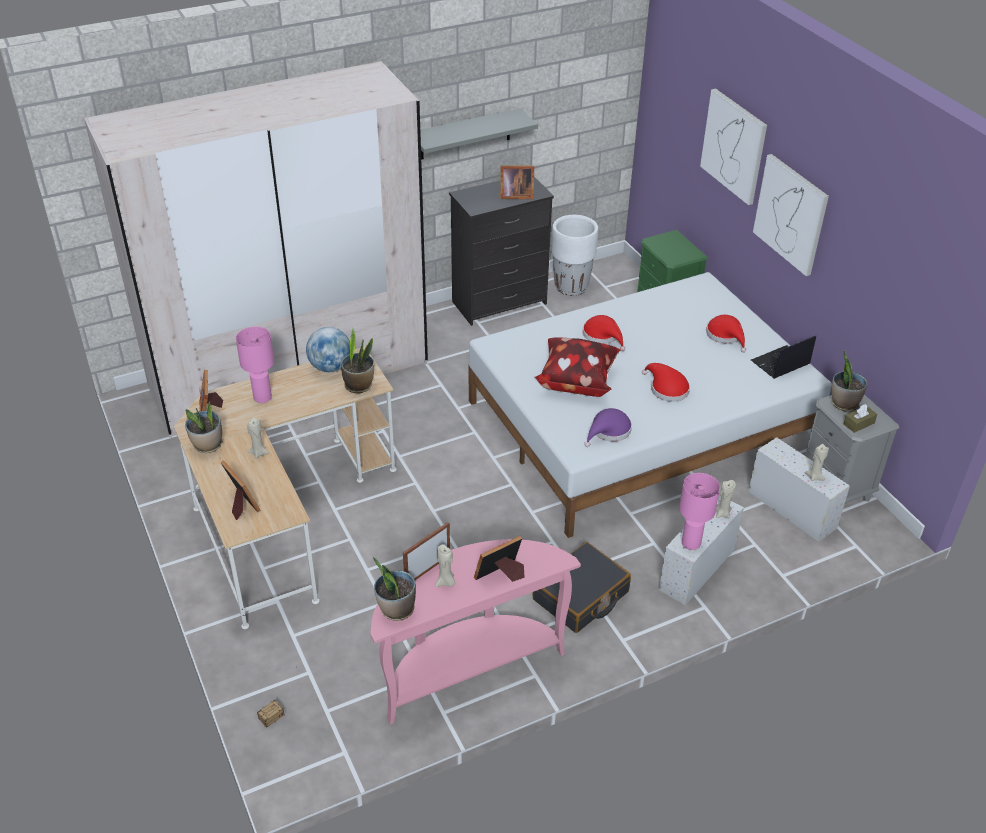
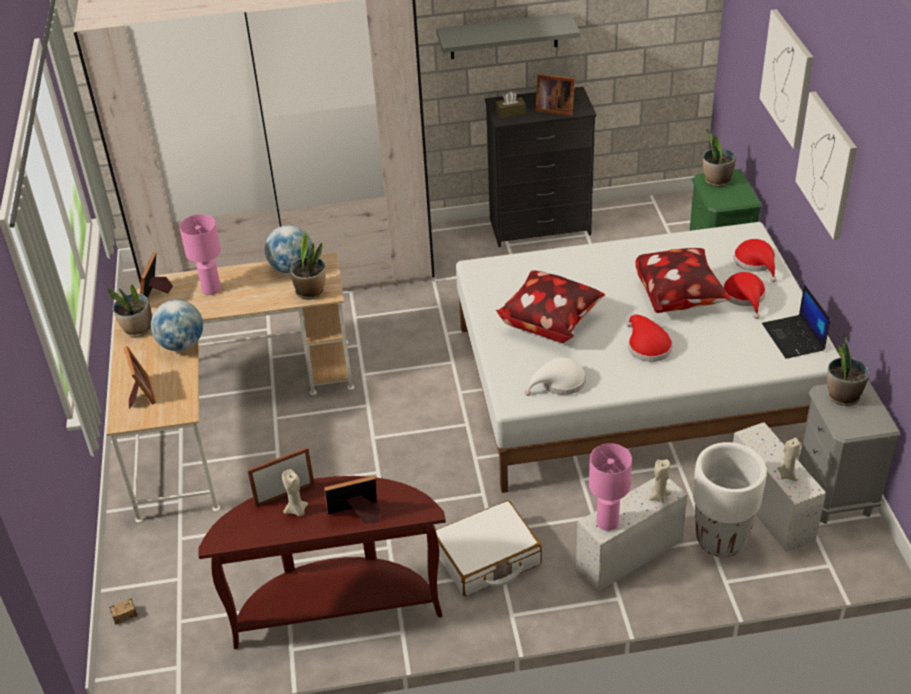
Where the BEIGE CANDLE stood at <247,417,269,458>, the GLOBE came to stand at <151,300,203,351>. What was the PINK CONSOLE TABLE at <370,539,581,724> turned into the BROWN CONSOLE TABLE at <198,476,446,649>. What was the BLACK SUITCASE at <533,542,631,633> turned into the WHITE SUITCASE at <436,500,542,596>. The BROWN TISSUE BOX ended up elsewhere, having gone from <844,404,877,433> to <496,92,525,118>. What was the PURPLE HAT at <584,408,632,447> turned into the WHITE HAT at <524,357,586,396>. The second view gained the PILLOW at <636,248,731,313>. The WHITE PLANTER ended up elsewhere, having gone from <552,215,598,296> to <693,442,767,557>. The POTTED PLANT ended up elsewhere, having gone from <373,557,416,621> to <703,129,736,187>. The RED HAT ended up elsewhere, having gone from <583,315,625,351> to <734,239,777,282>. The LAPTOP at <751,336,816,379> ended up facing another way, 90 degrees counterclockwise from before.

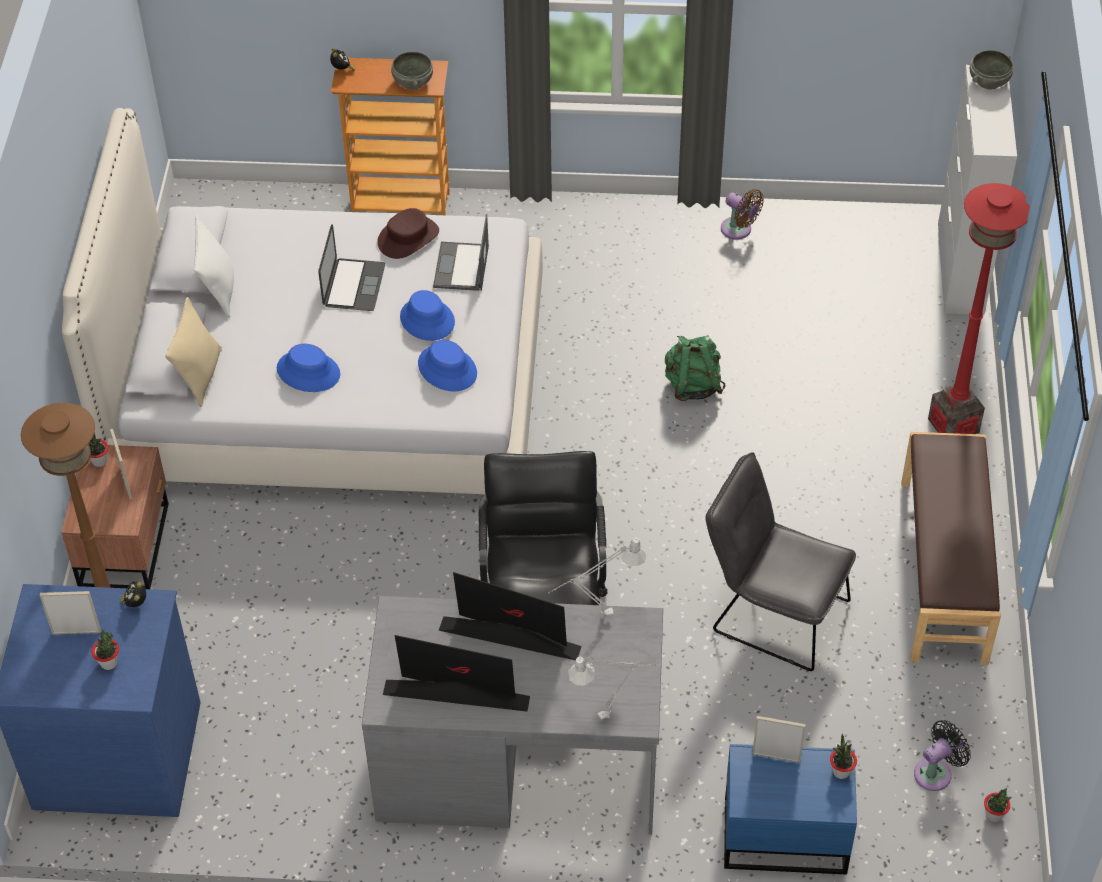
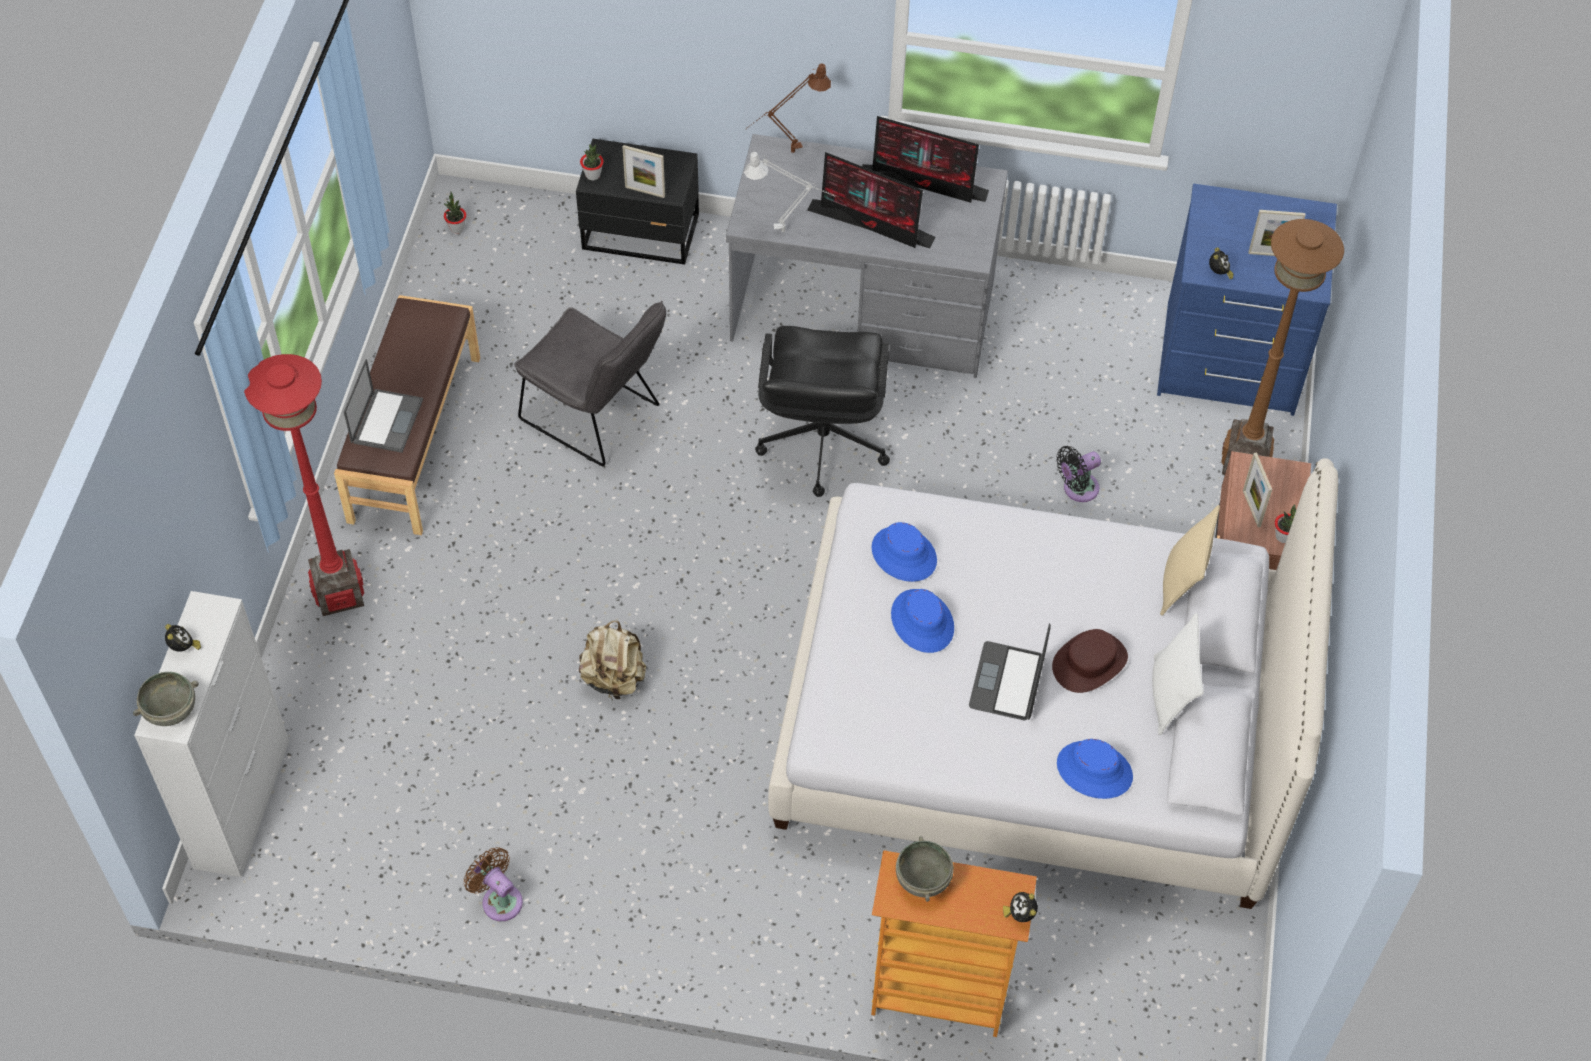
The second view gained the ALARM CLOCK at <165,624,201,652>. The LAPTOP ended up elsewhere, having gone from <433,214,489,291> to <344,359,423,453>. What was the BLUE NIGHTSTAND at <724,744,857,875> turned into the BLACK NIGHTSTAND at <576,139,699,265>. What was the GREEN BACKPACK at <665,335,726,401> turned into the BEIGE BACKPACK at <579,621,646,700>. What was the GREY TABLE LAMP at <568,656,660,720> turned into the BROWN TABLE LAMP at <746,64,831,153>. The BROWN HAT ended up elsewhere, having gone from <377,208,439,259> to <1052,629,1128,693>. The BLACK FAN ended up elsewhere, having gone from <914,720,971,791> to <1056,446,1101,502>. The BLUE HAT ended up elsewhere, having gone from <277,344,340,392> to <1057,739,1133,799>. The second view lost the POTTED PLANT at <91,629,119,670>.

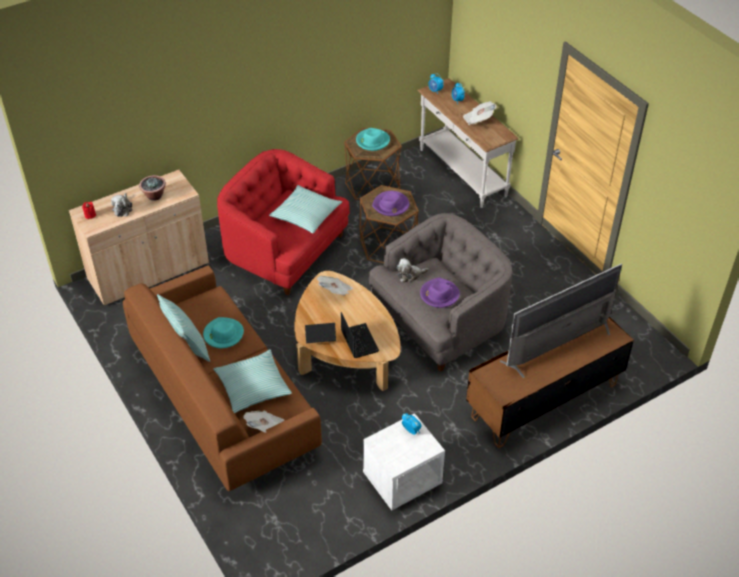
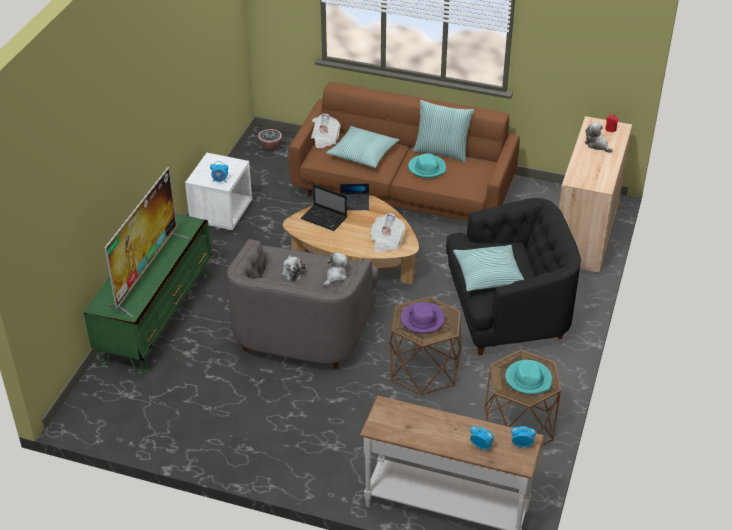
What was the BROWN TV STAND at <466,317,634,448> turned into the GREEN TV STAND at <84,213,212,374>. The POTTED PLANT ended up elsewhere, having gone from <139,175,166,201> to <258,129,282,151>. Where the PURPLE HAT stood at <420,278,460,308>, the PLUSH TOY came to stand at <281,255,305,281>. The LAPTOP at <305,323,336,343> ended up facing another way, 45 degrees clockwise from before. What was the RED ARMCHAIR at <217,149,350,295> turned into the BLACK ARMCHAIR at <446,198,581,355>. The second view lost the NEWSPAPER at <463,101,496,125>.

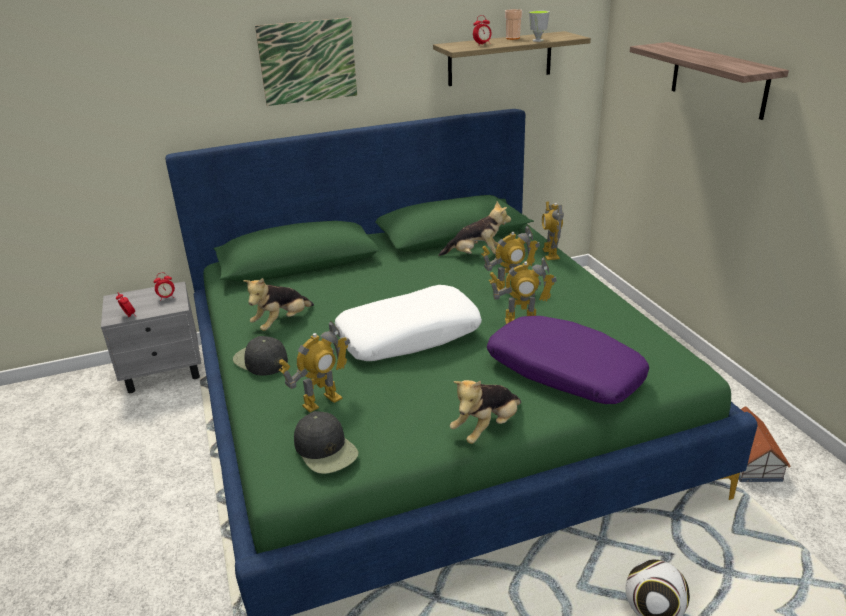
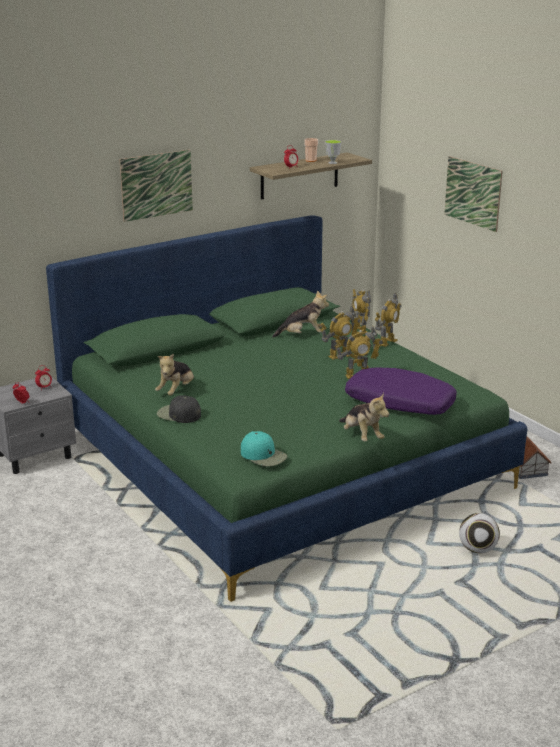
What was the BLACK CAP at <294,411,359,474> turned into the TURQUOISE CAP at <241,431,287,466>. The PLUSH TOY at <450,380,521,444> ended up facing another way, 60 degrees counterclockwise from before. The TOY ROBOT ended up elsewhere, having gone from <279,321,350,412> to <375,293,402,347>. Where the SHELF hung at <630,42,789,120>, the PICTURE came to hang at <444,156,503,232>. The second view lost the WHITE PILLOW at <335,285,482,361>.

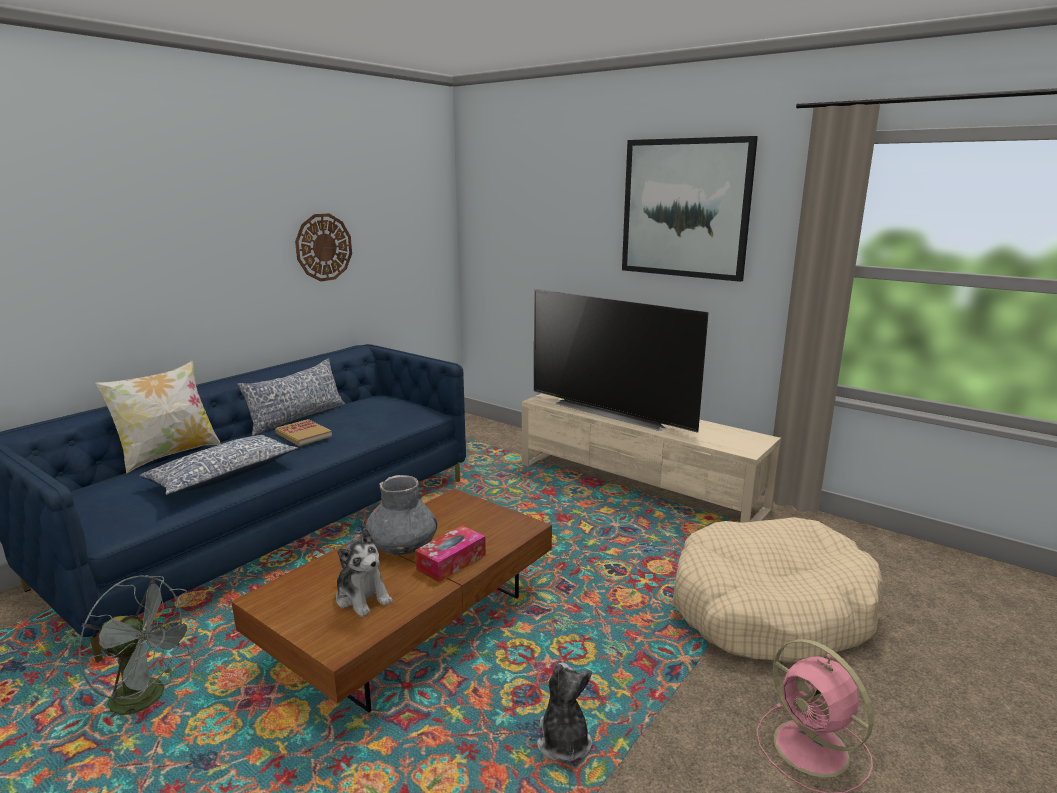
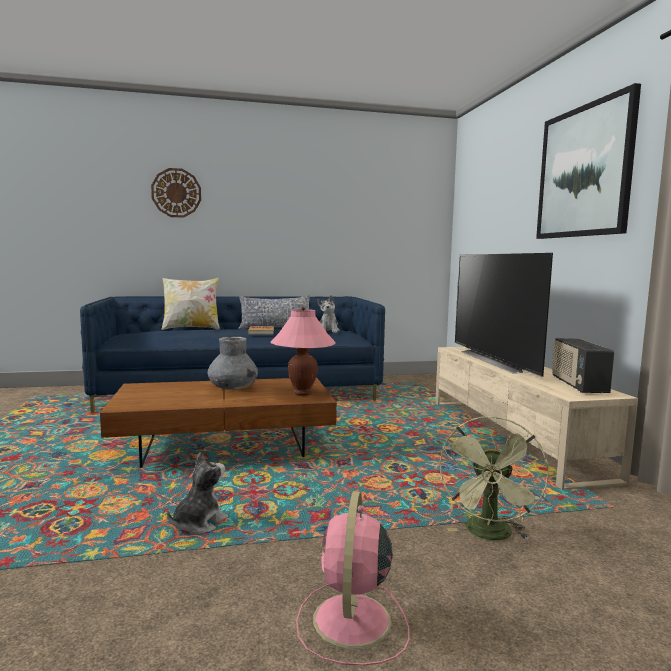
The WALL CLOCK ended up elsewhere, having gone from <295,213,352,281> to <151,168,201,218>. The second view gained the PINK TABLE LAMP at <270,307,336,396>. The PLUSH TOY ended up elsewhere, having gone from <336,528,393,617> to <317,295,340,333>. Where the BEIGE DOG BED stood at <672,517,883,663>, the GREEN FAN came to stand at <440,416,549,540>. The second view gained the RADIO at <552,338,614,393>. The second view lost the GREY FAN at <78,575,196,717>. The second view lost the PILLOW at <139,435,298,495>. The second view lost the TISSUE BOX at <415,525,486,582>.

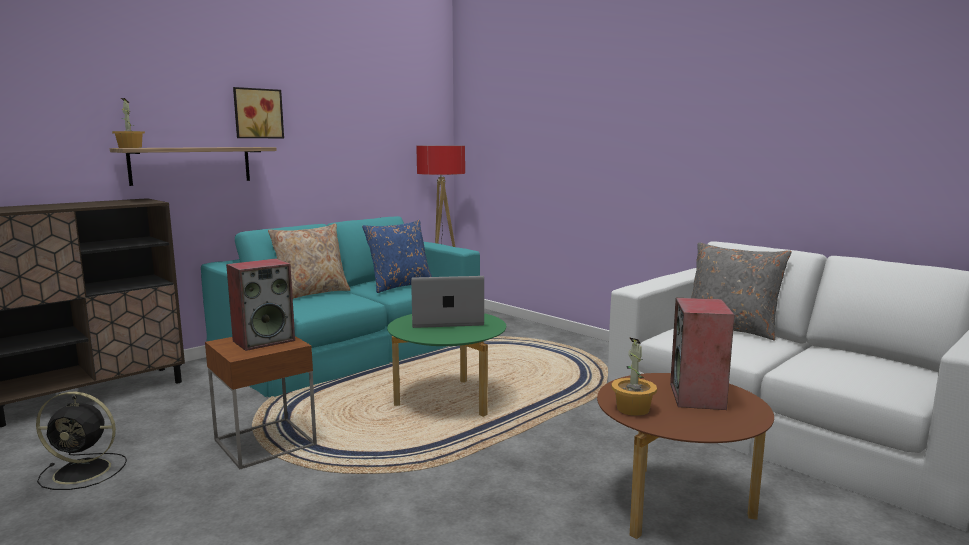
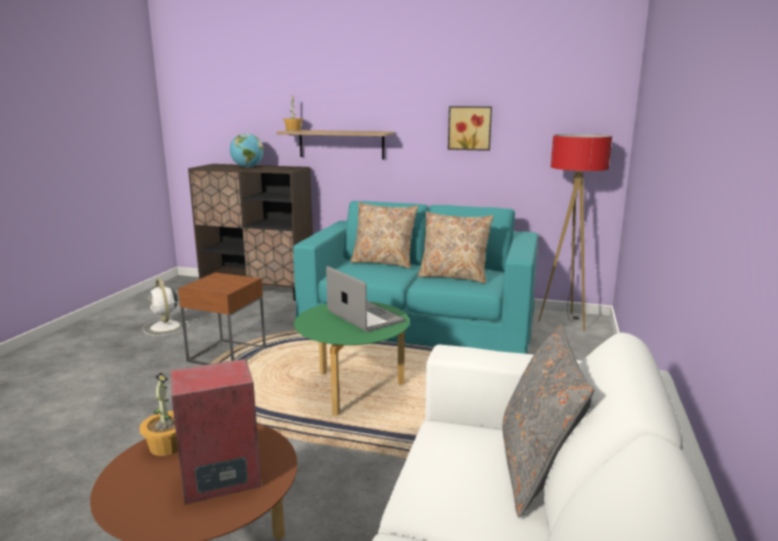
What was the BLACK FAN at <36,392,127,490> turned into the WHITE FAN at <143,279,189,336>. The second view gained the GLOBE at <230,133,264,168>. What was the BLUE PILLOW at <362,220,432,293> turned into the BEIGE PILLOW at <418,212,494,284>. The PICTURE ended up elsewhere, having gone from <233,87,284,138> to <448,106,492,151>. The second view lost the SPEAKER at <226,258,295,351>.

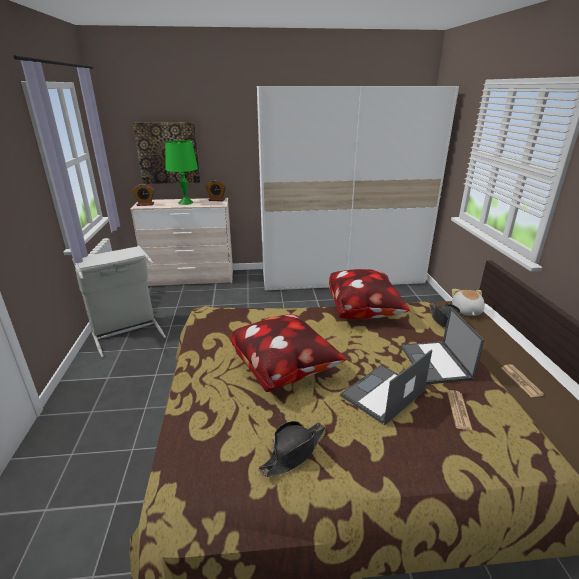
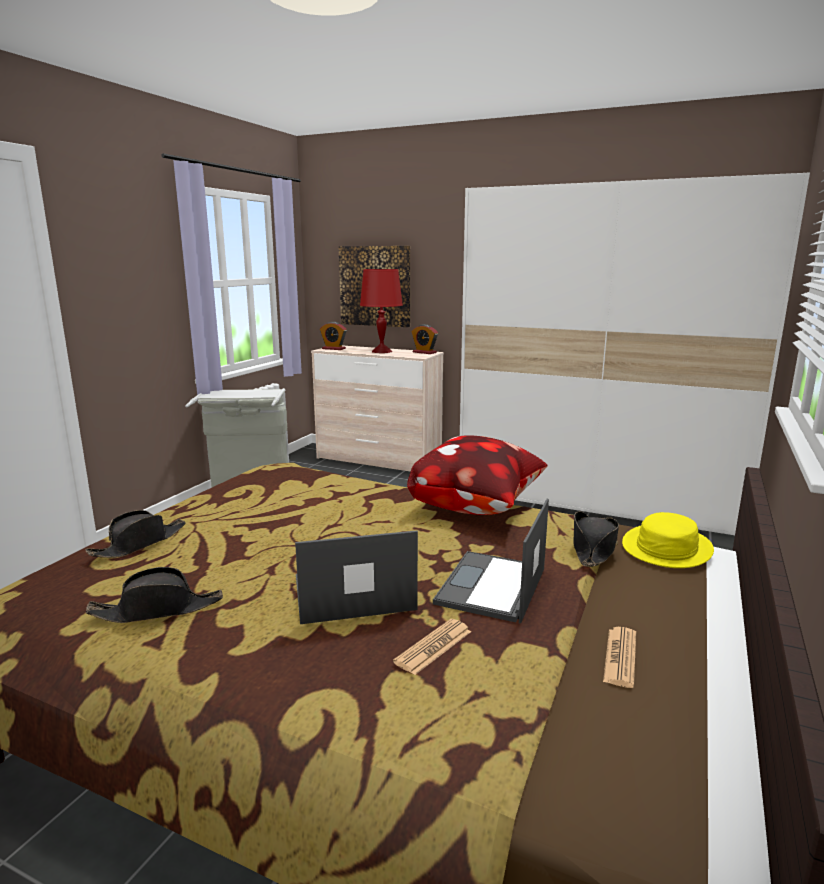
The second view gained the BLACK HAT at <86,510,186,558>. What was the GREEN TABLE LAMP at <165,140,198,205> turned into the RED TABLE LAMP at <360,269,403,353>. Where the PLUSH TOY stood at <452,289,485,316>, the YELLOW HAT came to stand at <622,512,714,568>. The second view lost the PILLOW at <231,314,346,392>.

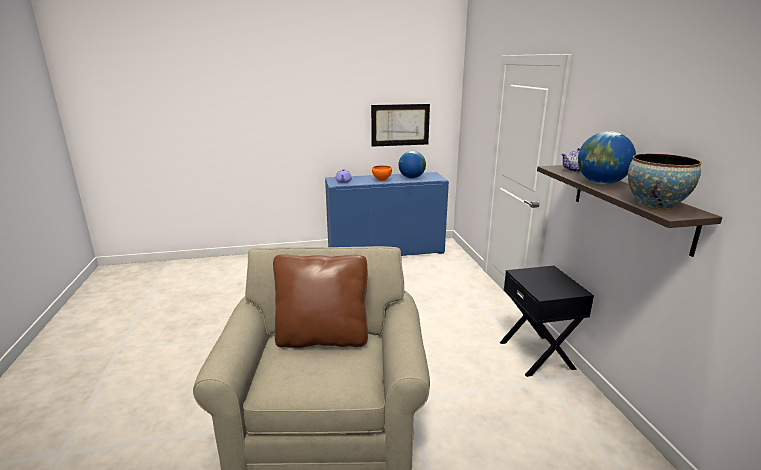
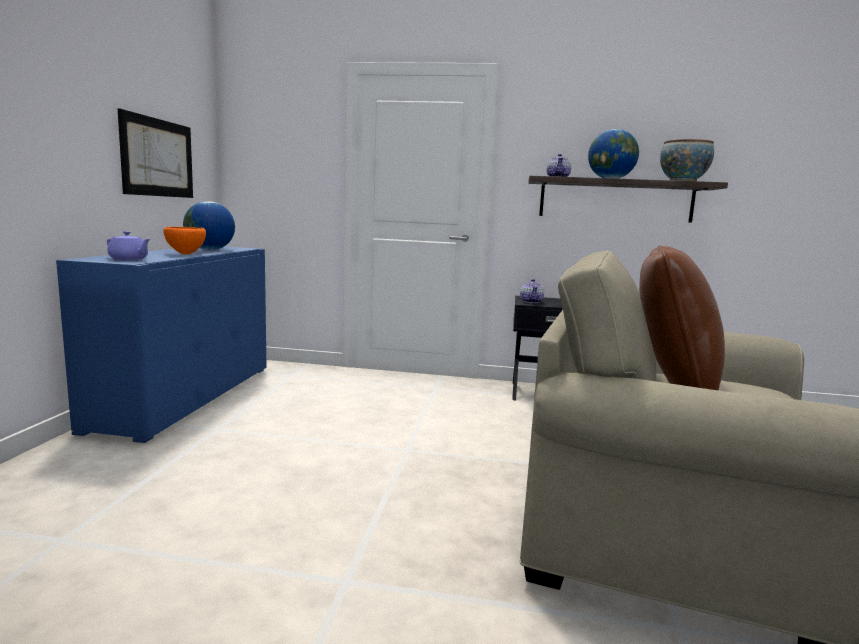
The second view gained the TEAPOT at <520,279,544,303>.

